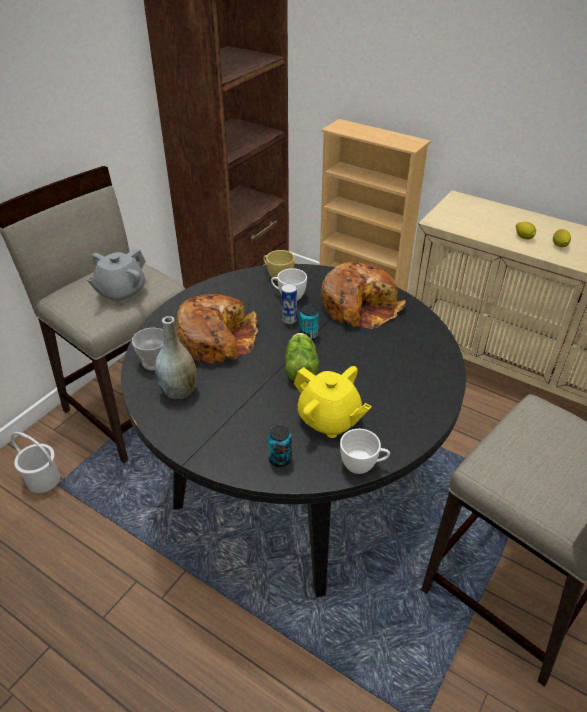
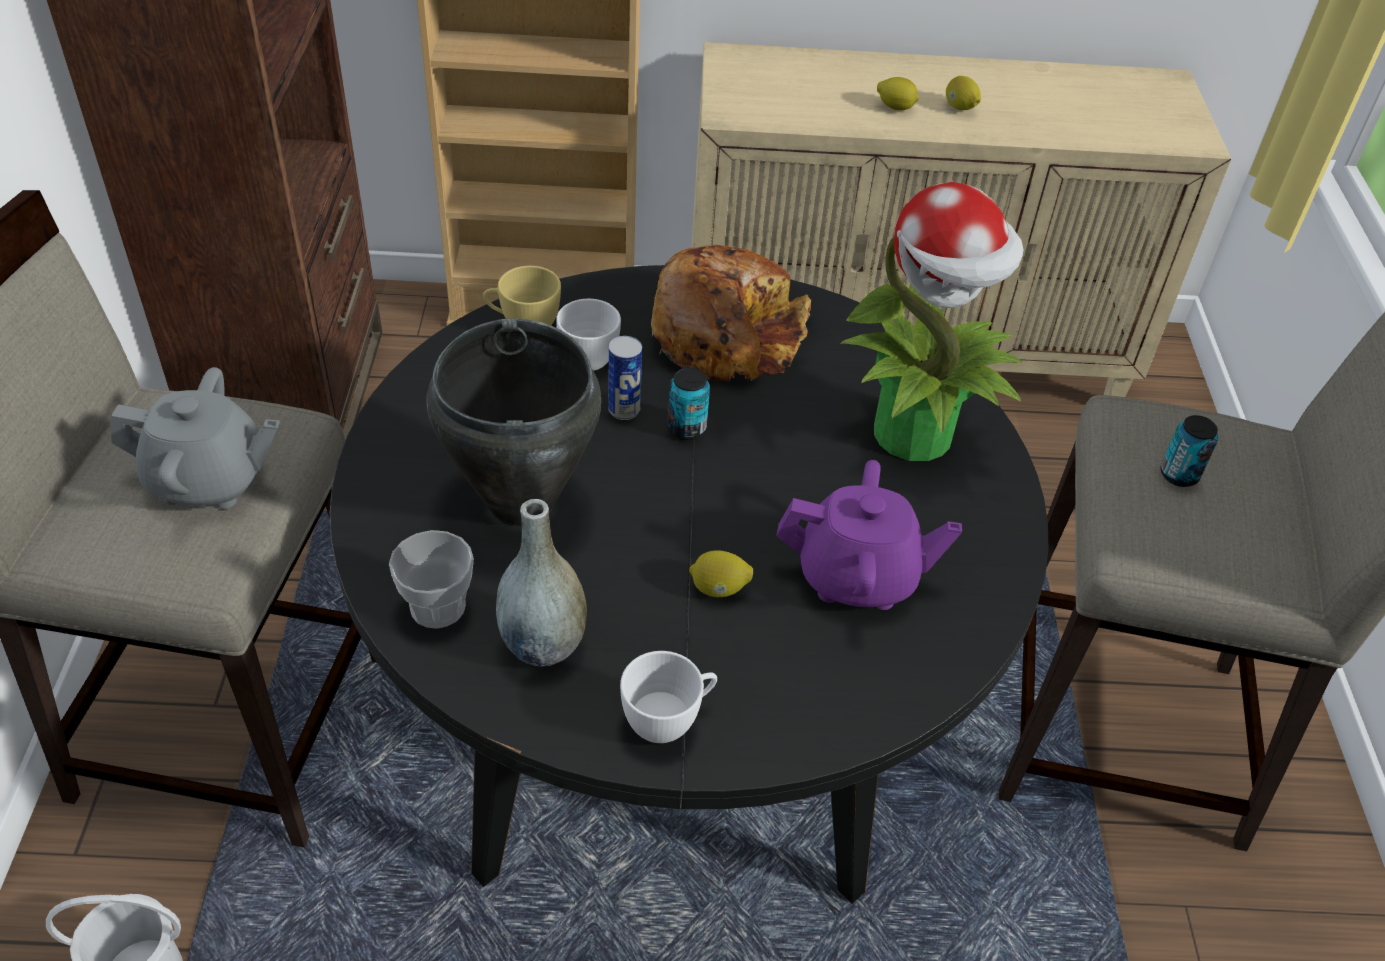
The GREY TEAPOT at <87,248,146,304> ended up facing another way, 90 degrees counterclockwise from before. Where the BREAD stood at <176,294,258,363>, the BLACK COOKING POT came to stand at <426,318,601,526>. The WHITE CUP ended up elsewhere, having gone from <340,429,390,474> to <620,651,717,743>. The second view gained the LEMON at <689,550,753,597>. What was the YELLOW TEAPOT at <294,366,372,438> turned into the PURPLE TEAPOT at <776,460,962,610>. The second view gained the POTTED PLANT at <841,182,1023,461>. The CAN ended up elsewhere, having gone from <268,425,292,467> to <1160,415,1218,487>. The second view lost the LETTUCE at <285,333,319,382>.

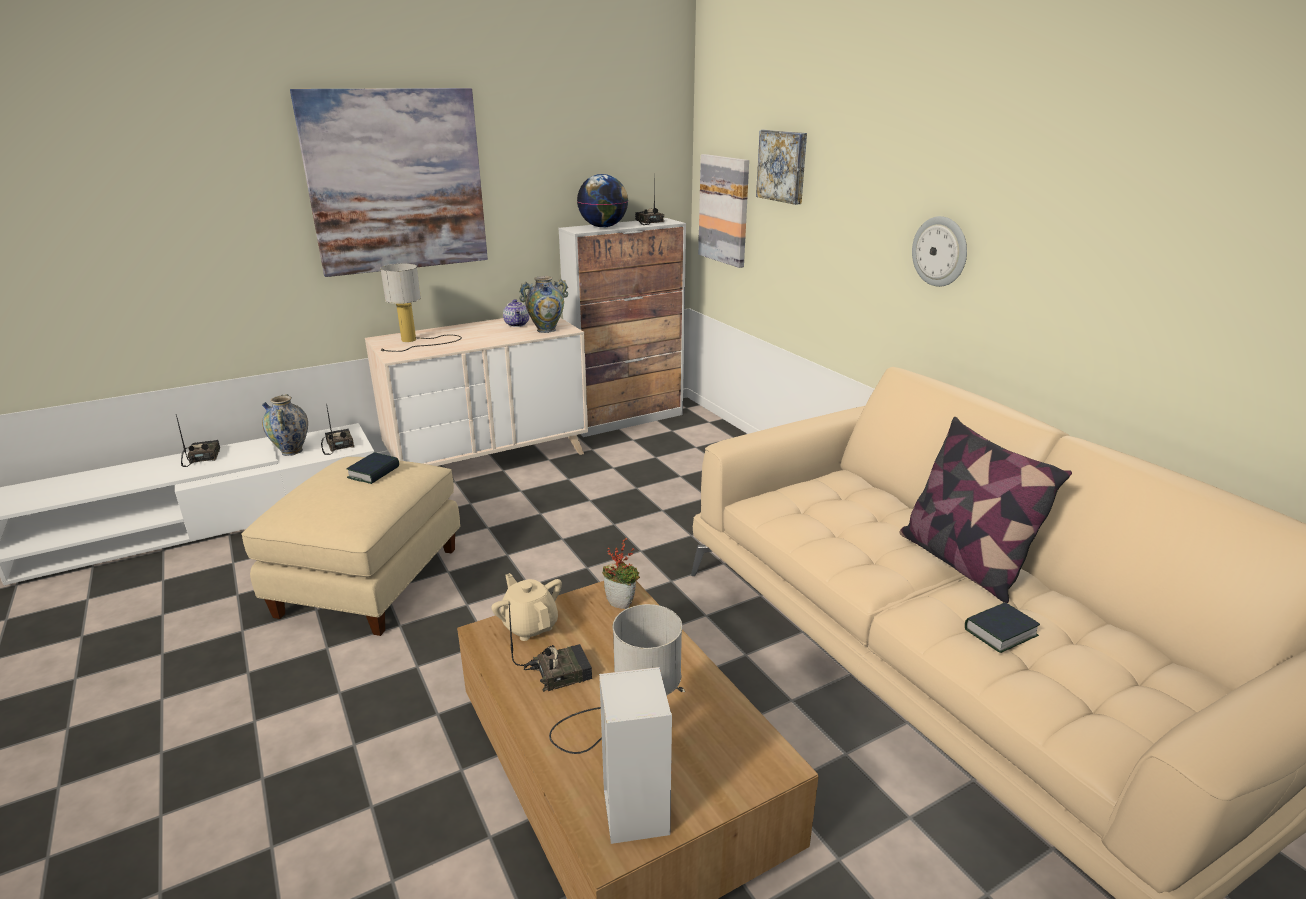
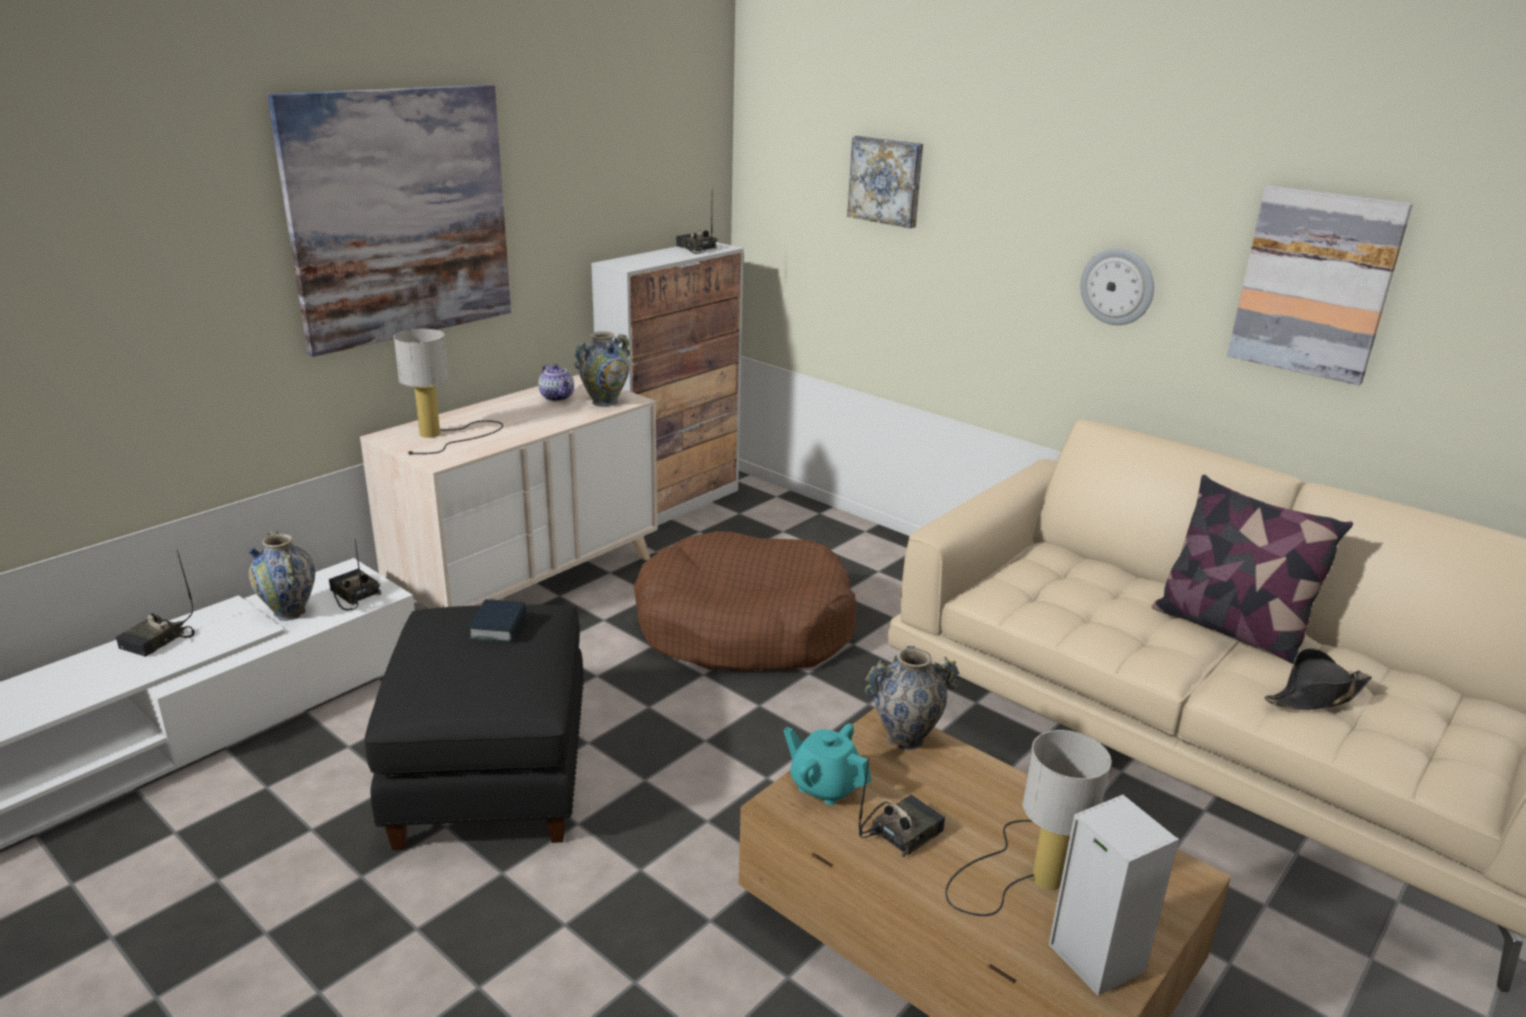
The RADIO at <176,415,220,467> ended up facing another way, 120 degrees counterclockwise from before. What was the BEIGE OTTOMAN at <241,457,460,636> turned into the BLACK OTTOMAN at <364,605,584,850>. The second view gained the BROWN DOG BED at <634,531,856,671>. What was the BEIGE TEAPOT at <491,573,562,641> turned into the TURQUOISE TEAPOT at <784,724,871,805>. Where the POTTED PLANT stood at <602,537,640,609>, the VASE came to stand at <865,646,959,750>. The PICTURE ended up elsewhere, having gone from <698,154,749,268> to <1227,186,1413,385>. Where the BOOK stood at <965,602,1040,653>, the BLACK HAT came to stand at <1265,648,1372,710>. The second view lost the GLOBE at <577,174,628,228>.

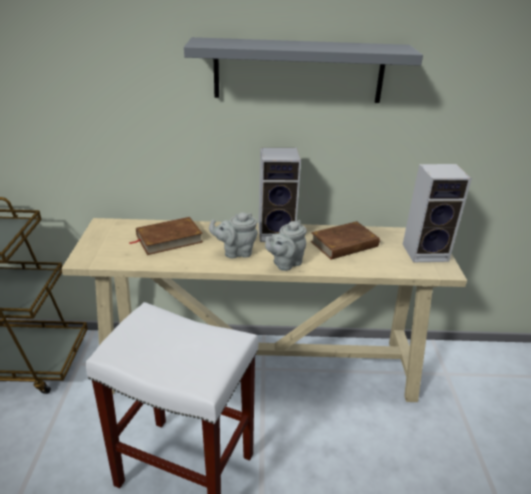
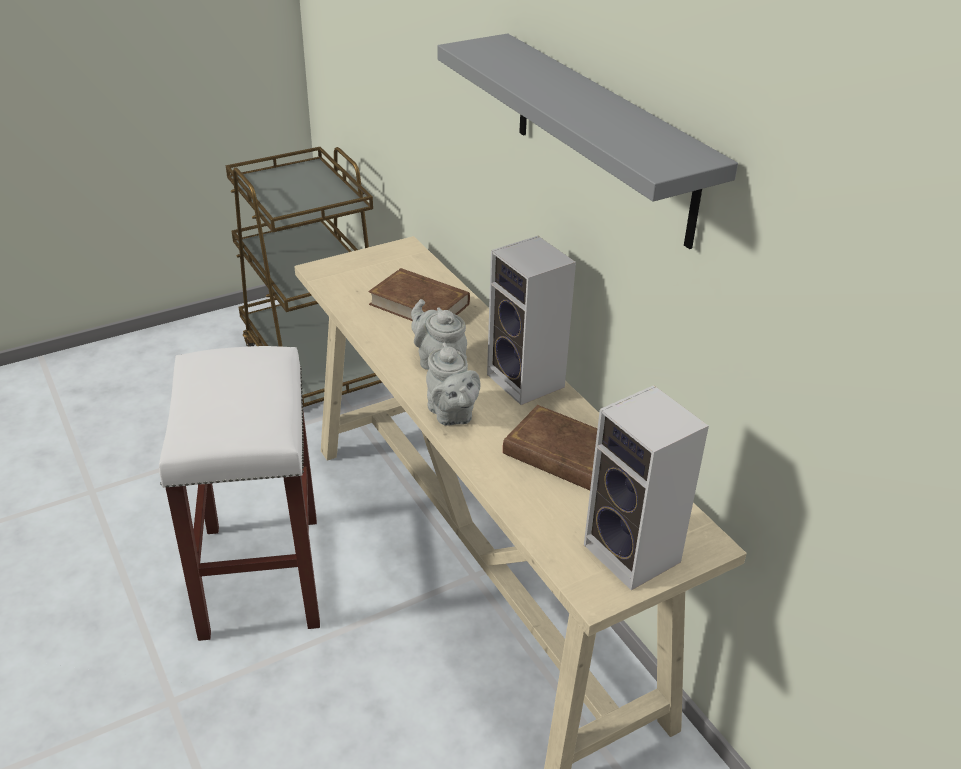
The GREY TEAPOT at <265,220,307,271> ended up facing another way, 135 degrees counterclockwise from before.

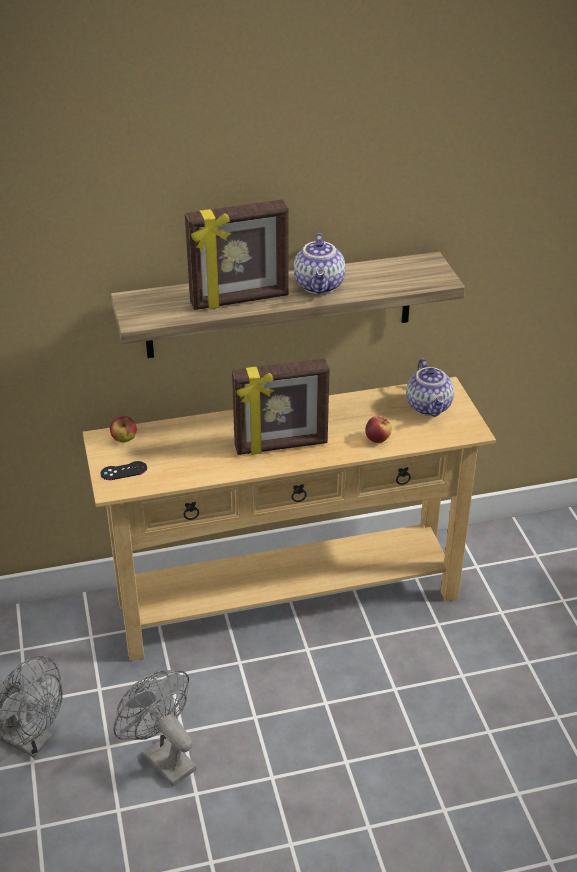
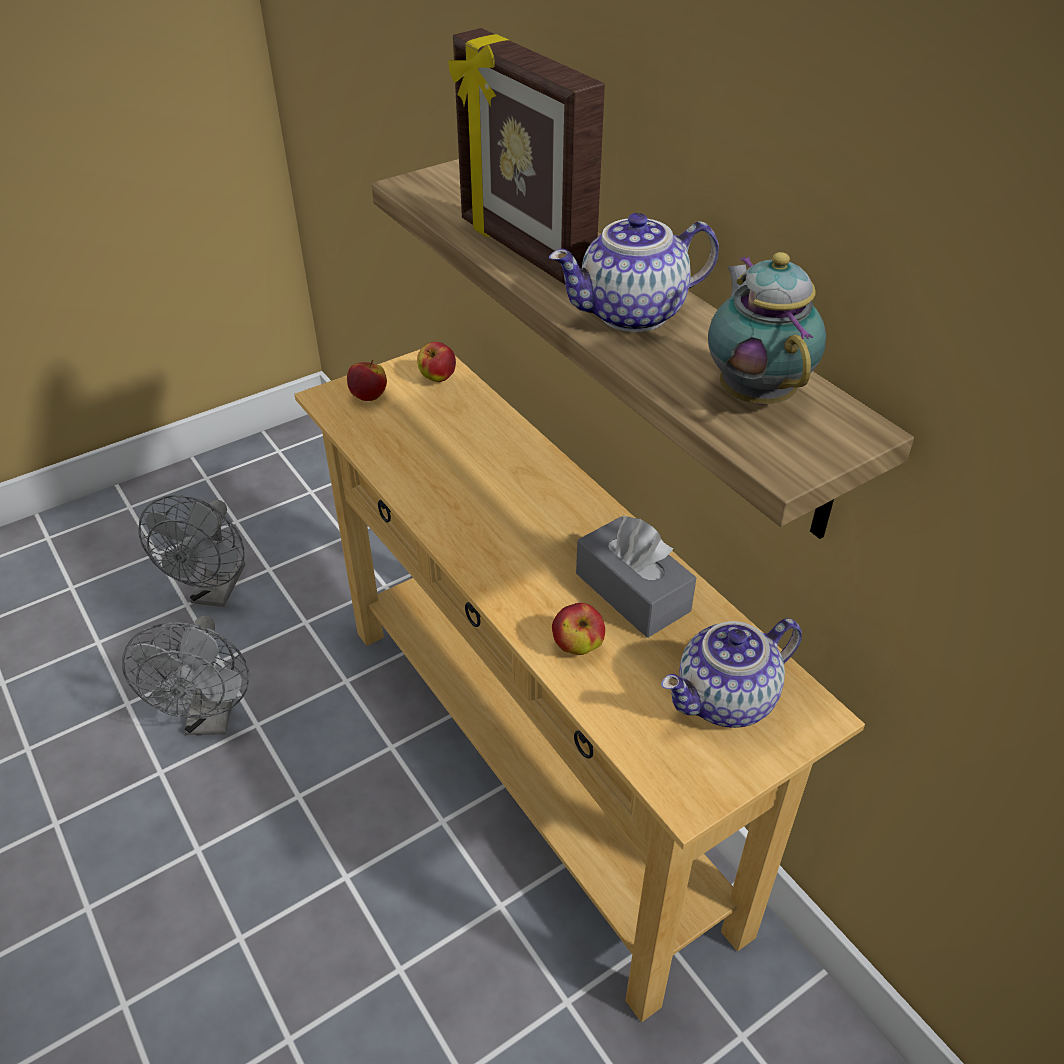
The GREY FAN at <113,670,197,787> ended up facing another way, 150 degrees clockwise from before. Where the BLACK GAME CONTROLLER stood at <101,461,147,480>, the APPLE came to stand at <347,360,387,401>. The second view gained the GREY TISSUE BOX at <576,515,696,638>. The second view gained the TEAPOT at <708,252,826,405>. The second view lost the PICTURE FRAME at <232,359,330,455>.

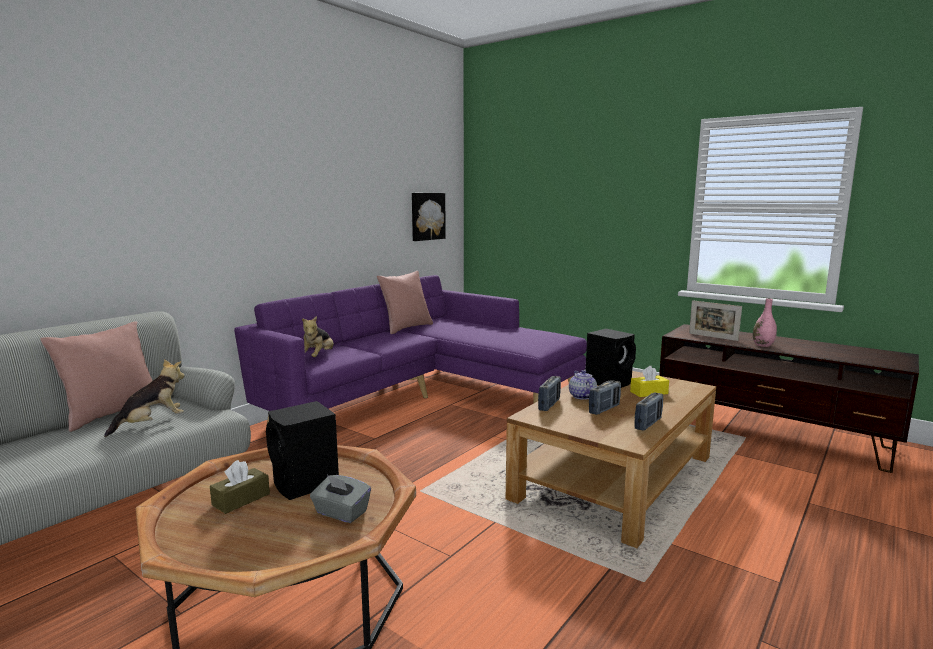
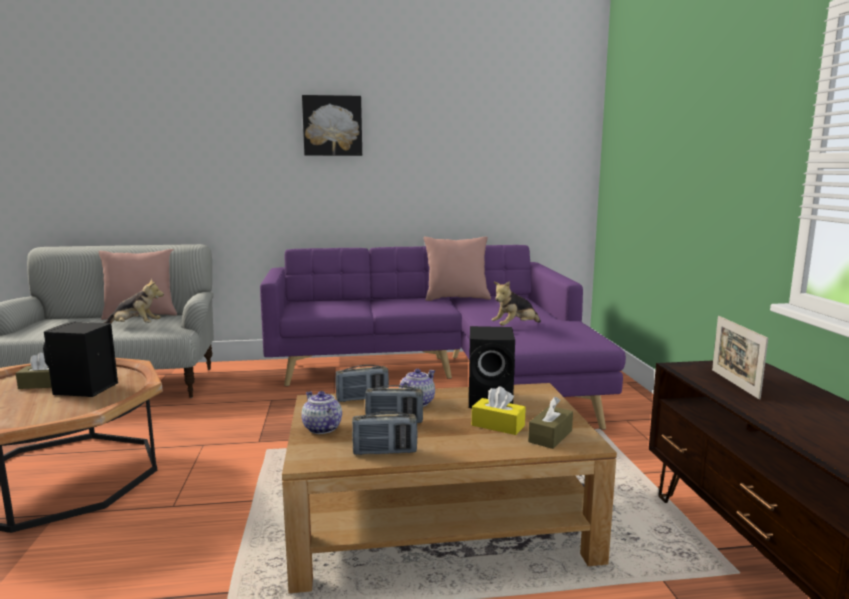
The second view gained the TEAPOT at <301,391,342,434>. The PICTURE ended up elsewhere, having gone from <412,193,446,241> to <302,95,362,156>. The PLUSH TOY ended up elsewhere, having gone from <302,316,334,357> to <492,281,541,326>. The second view gained the BROWN TISSUE BOX at <528,397,573,449>. The second view lost the GREY TISSUE BOX at <310,475,371,523>. The second view lost the PINK VASE at <753,298,777,347>.

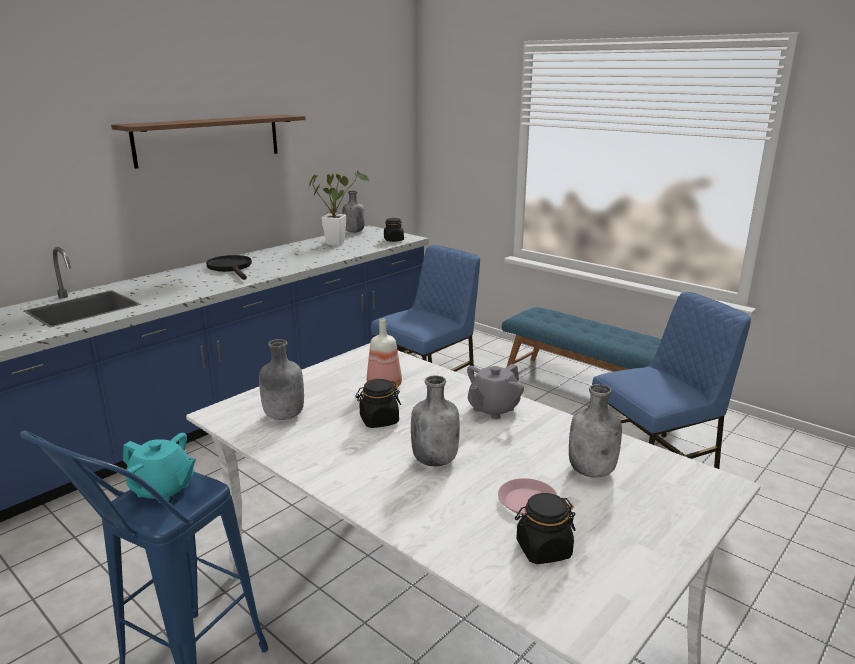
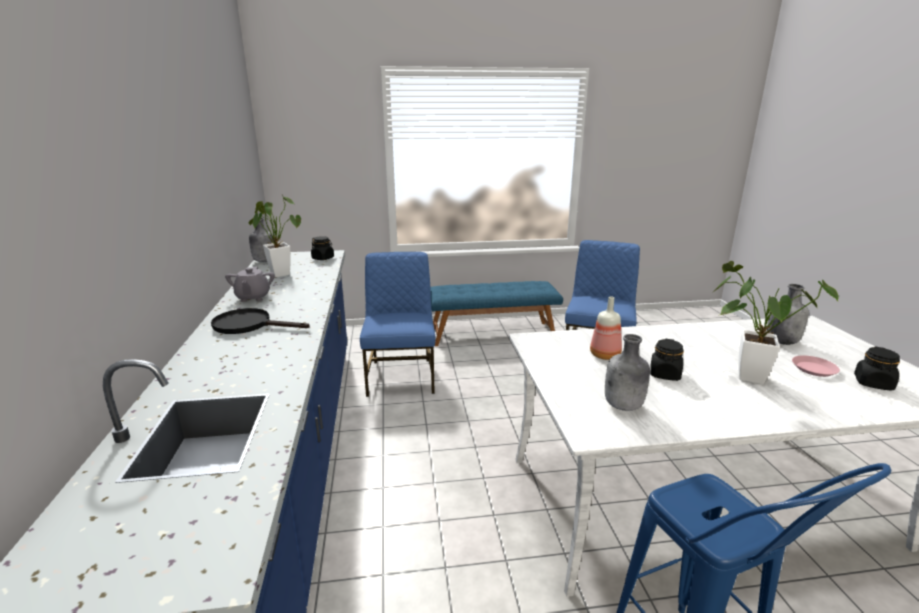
The GREY TEAPOT ended up elsewhere, having gone from <467,364,524,419> to <225,267,274,302>. Where the GREY BOTTLE stood at <411,375,460,466>, the POTTED PLANT came to stand at <711,261,839,384>. The second view lost the SHELF at <111,115,306,169>. The second view lost the TURQUOISE TEAPOT at <123,433,196,503>.

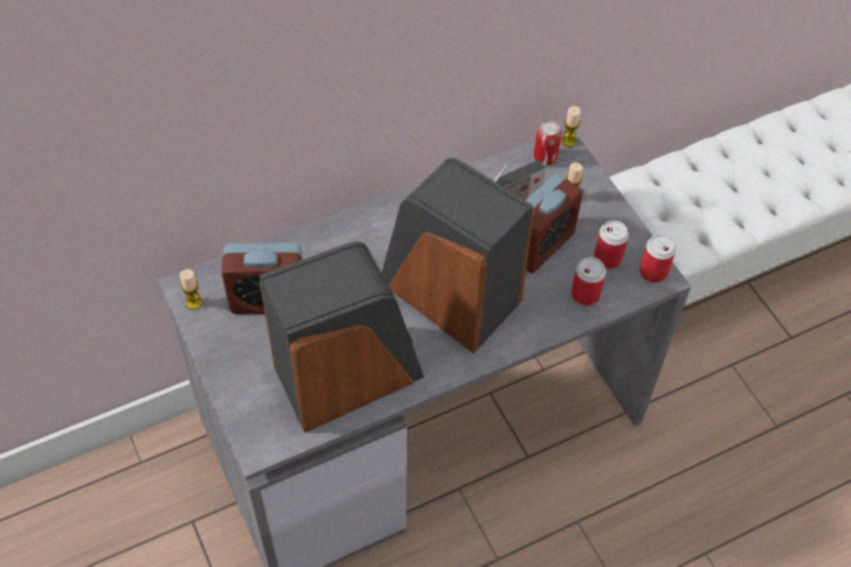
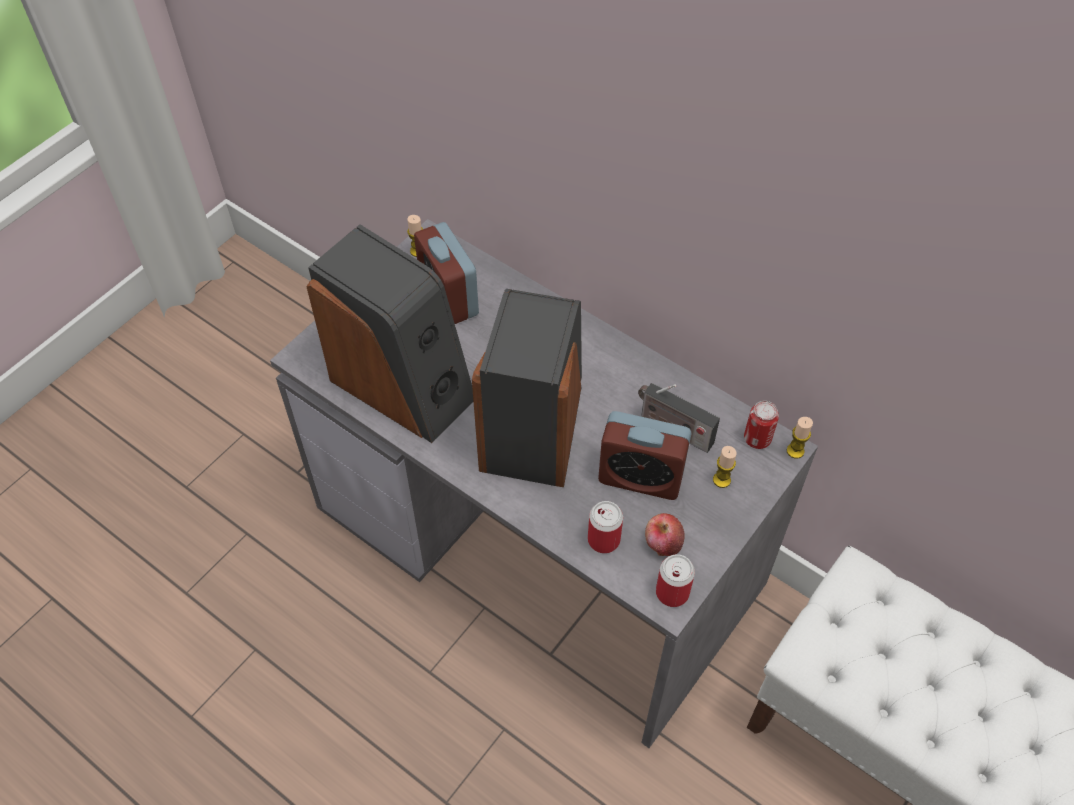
Where the CAN stood at <594,220,629,269>, the APPLE came to stand at <645,513,685,556>.

